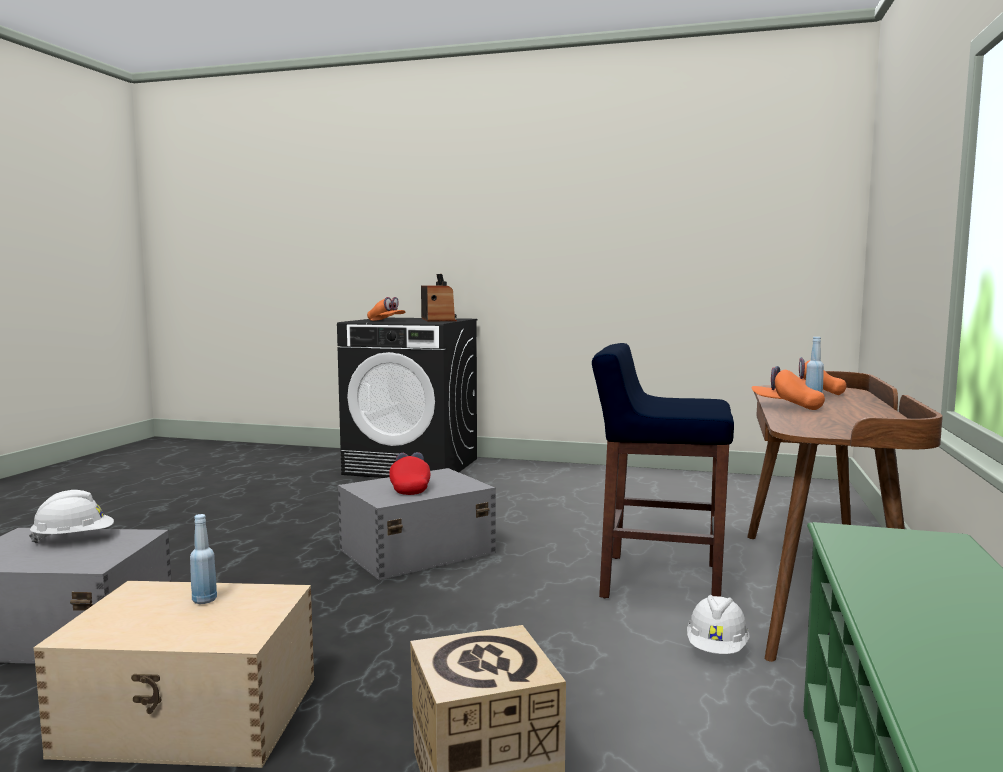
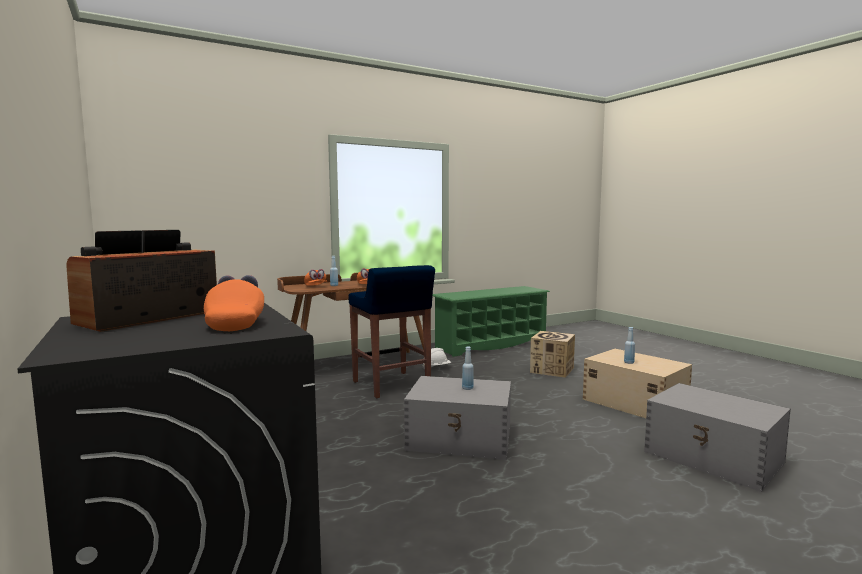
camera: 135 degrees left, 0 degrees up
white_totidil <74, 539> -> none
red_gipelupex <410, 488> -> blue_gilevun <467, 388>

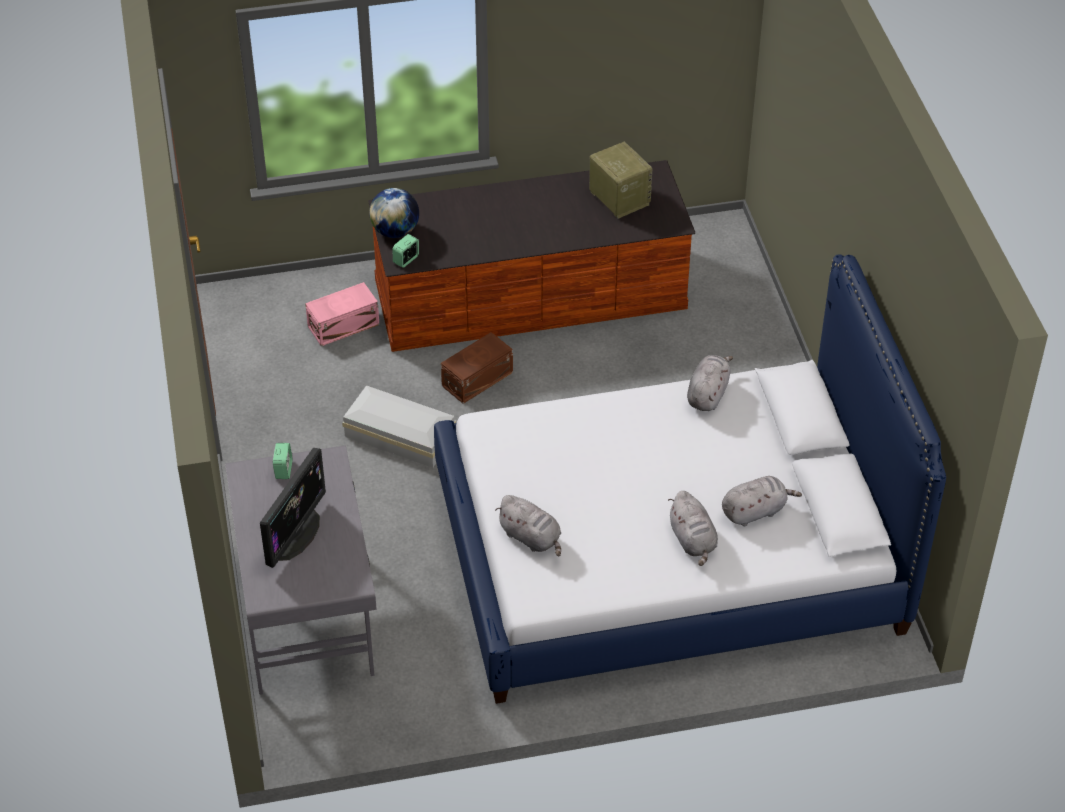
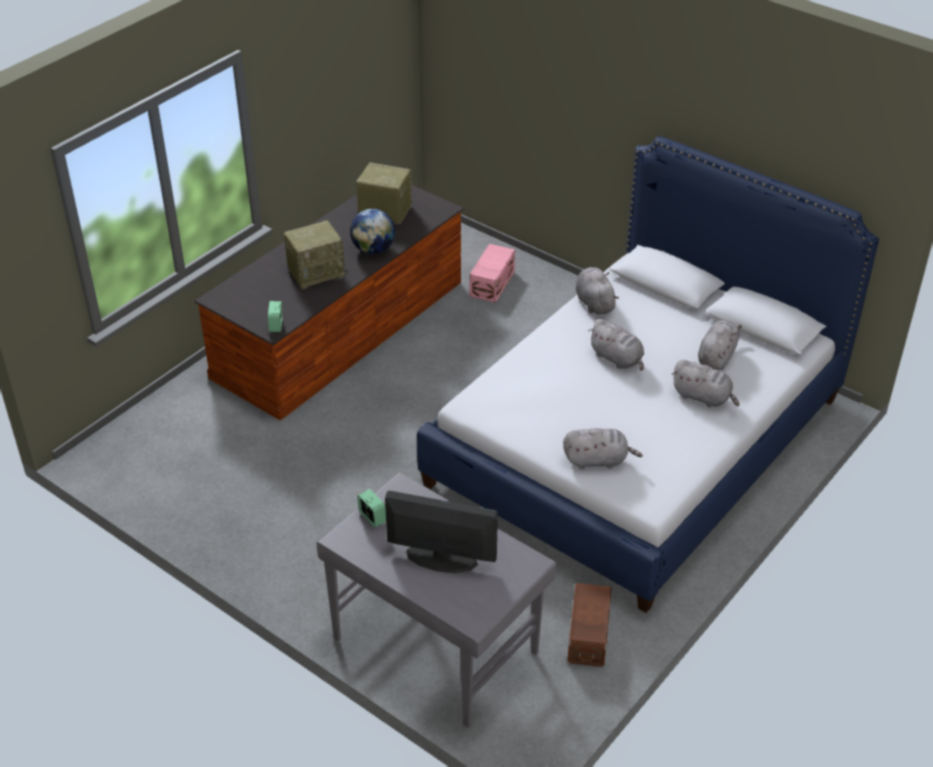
camera: 40 degrees left, 5 degrees down
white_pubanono <399, 434> -> none
none -> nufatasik <317, 272>
none -> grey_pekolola <617, 359>
pink_pubanono <342, 325> -> pink_pubanono <491, 284>, relocated
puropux <395, 231> -> puropux <373, 249>, relocated
brown_pubanono <476, 379> -> brown_pubanono <587, 636>, relocated
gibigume <296, 534> -> gibigume <441, 558>, 60 degrees counterclockwise

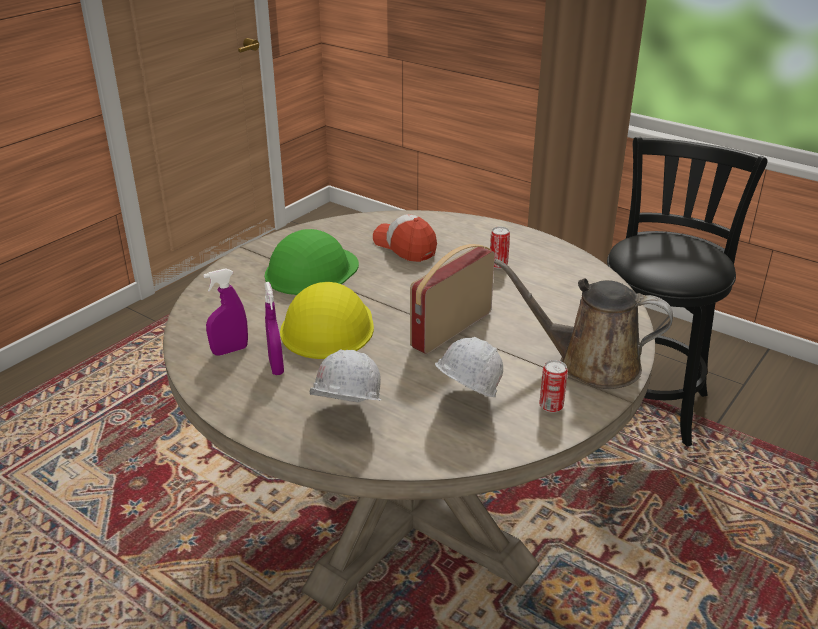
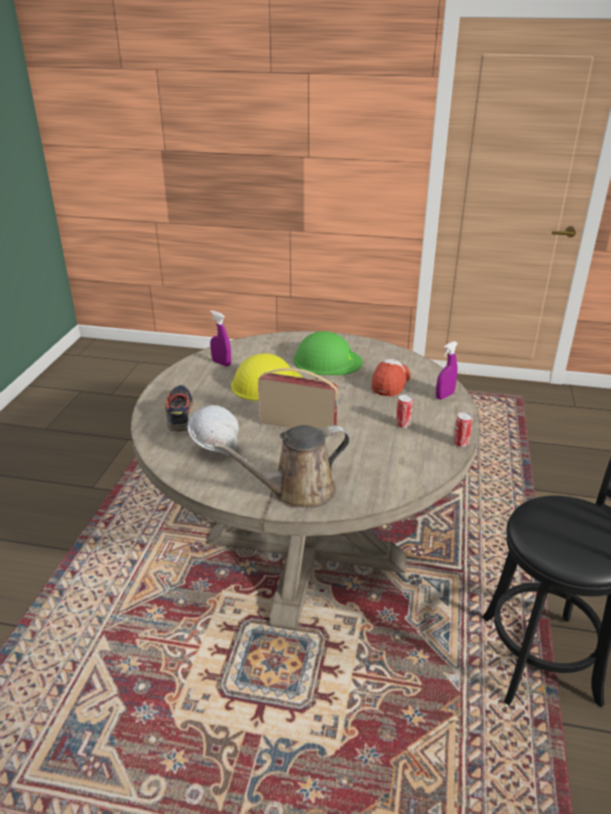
camera: 65 degrees right, 0 degrees up
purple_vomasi <276, 366> -> purple_vomasi <444, 396>, relocated
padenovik <551, 406> -> padenovik <460, 443>, relocated
white_totidil <344, 419> -> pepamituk <179, 414>
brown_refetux <590, 364> -> brown_refetux <297, 491>, 105 degrees counterclockwise

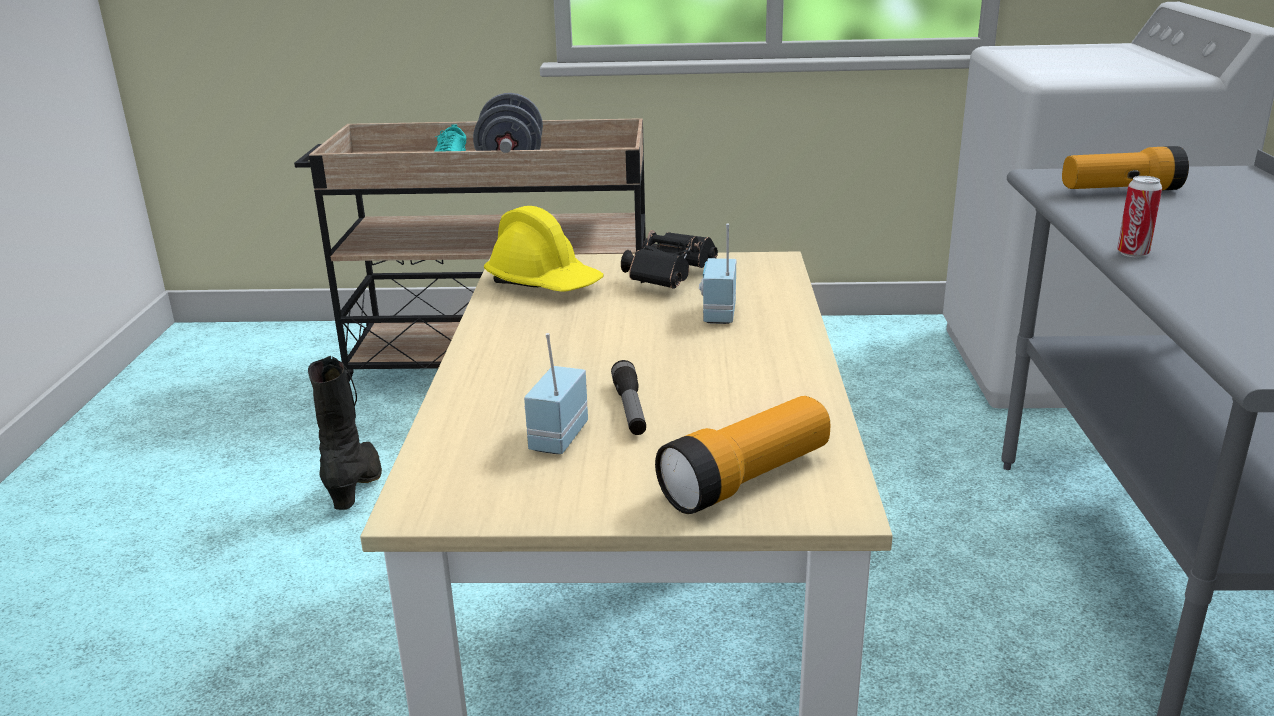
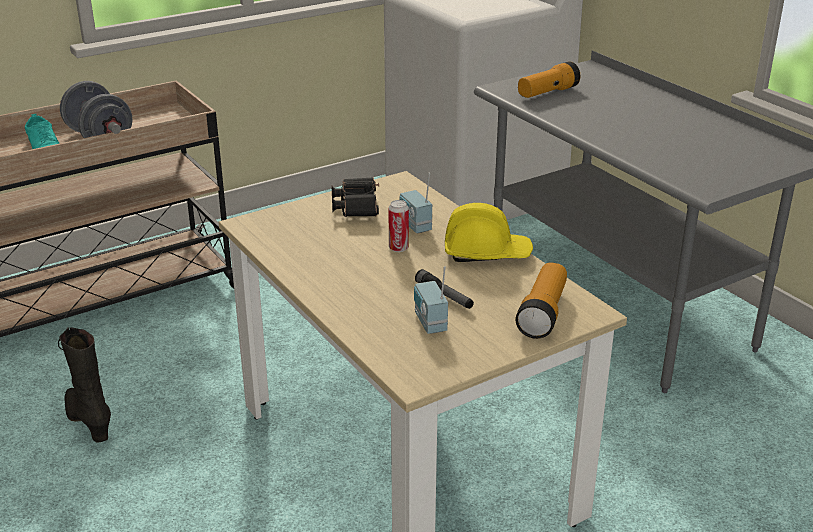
camera: 35 degrees left, 5 degrees up
yellow_totidil <544, 283> -> yellow_totidil <486, 253>, relocated
padenovik <1132, 253> -> padenovik <398, 248>, relocated

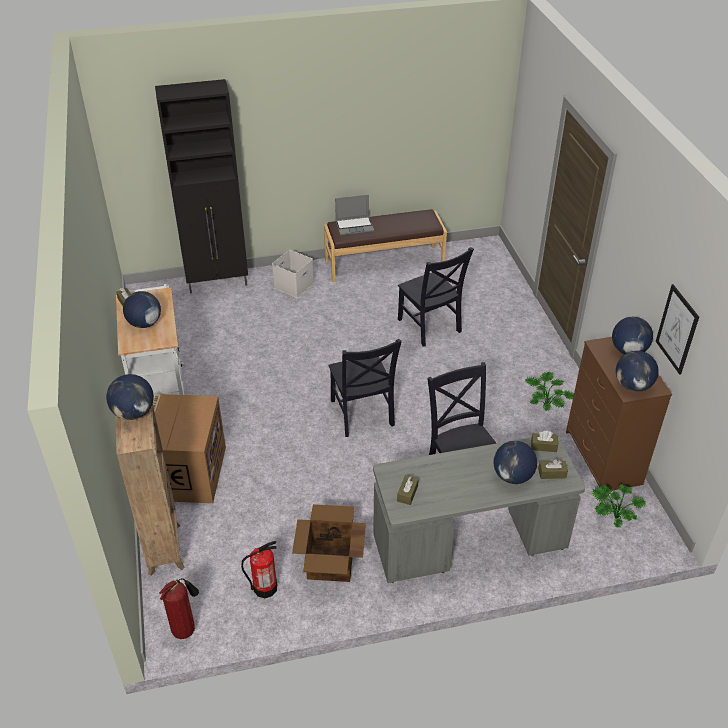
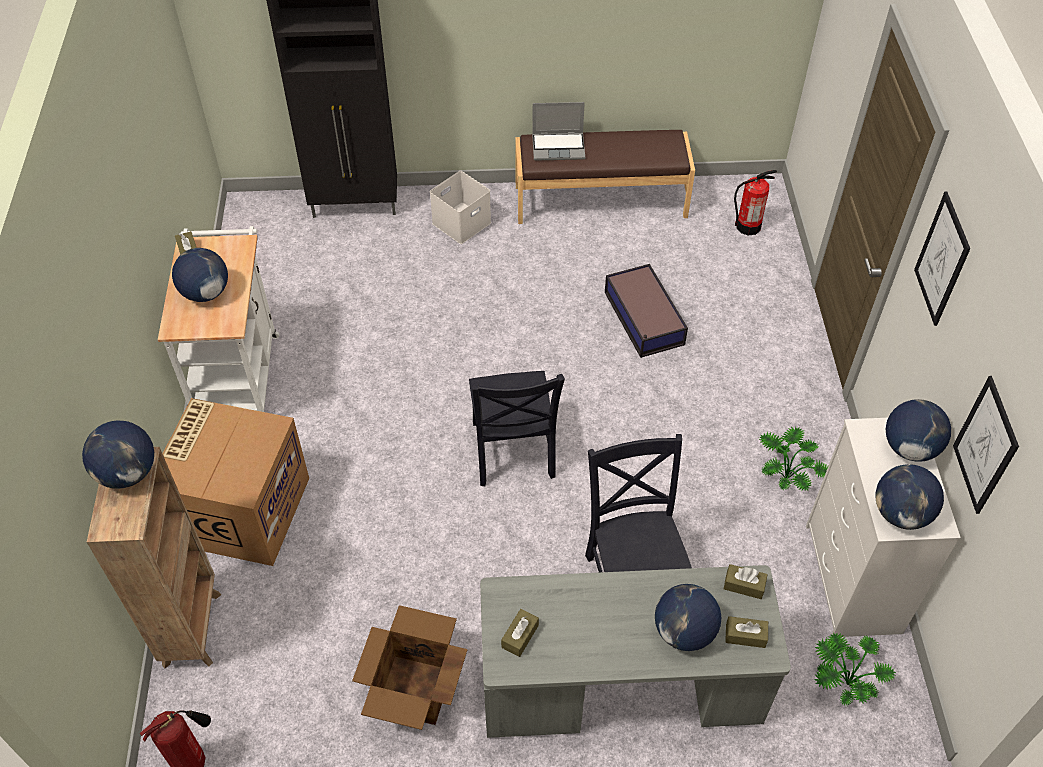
camera: 10 degrees right, 10 degrees up
none -> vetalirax <942, 259>
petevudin <265, 587> -> petevudin <747, 226>, relocated
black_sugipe <430, 327> -> pubanono <644, 319>
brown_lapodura <603, 458> -> white_lapodura <853, 579>

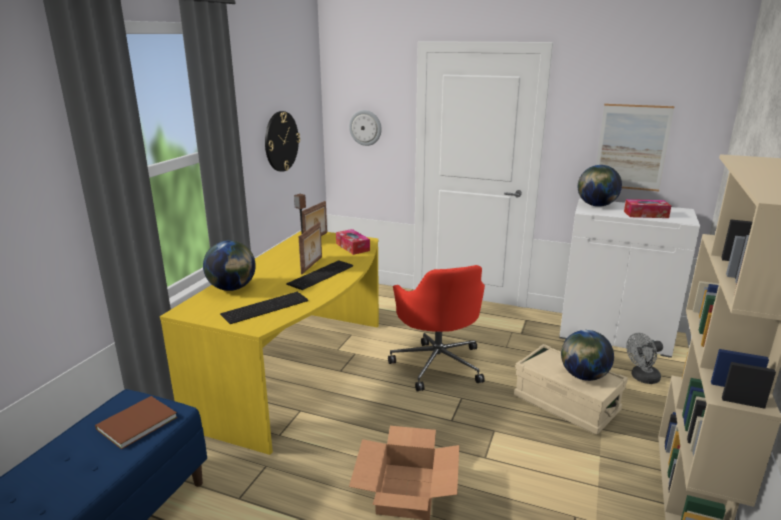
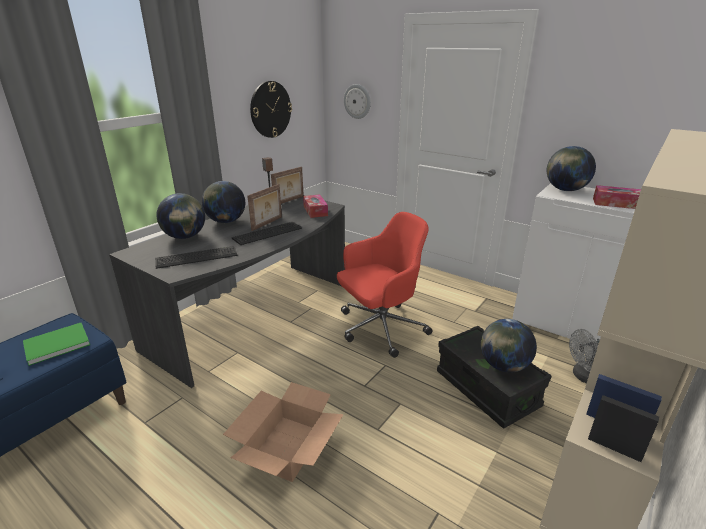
camera: 15 degrees right, 5 degrees up
vetalirax <631, 147> -> none
none -> puropux <226, 221>
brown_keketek <134, 423> -> green_keketek <55, 344>
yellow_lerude <300, 371> -> grey_lerude <257, 316>
beige_pubanono <566, 404> -> black_pubanono <486, 389>
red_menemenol <438, 364> -> red_menemenol <380, 328>, 120 degrees counterclockwise

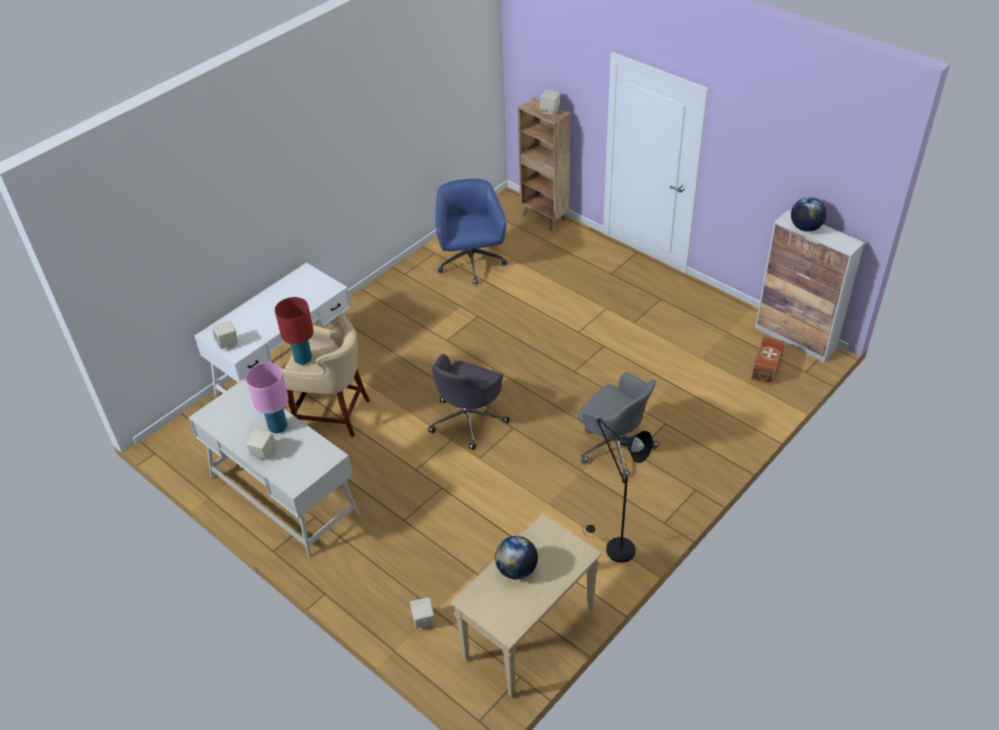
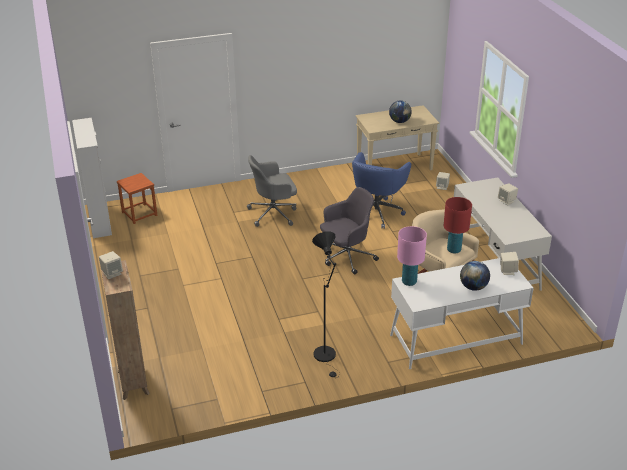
camera: 150 degrees left, 10 degrees down
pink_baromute <278, 427> -> pink_baromute <409, 282>, relocated
blue_menemenol <471, 264> -> blue_menemenol <376, 212>, relocated
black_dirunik <615, 547> -> black_dirunik <326, 357>, relocated
puropux <805, 228> -> puropux <473, 287>, relocated
brown_pubanono <767, 367> -> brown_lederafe <139, 214>
grey_menemenol <614, 445> -> grey_menemenol <274, 213>, 90 degrees counterclockwise

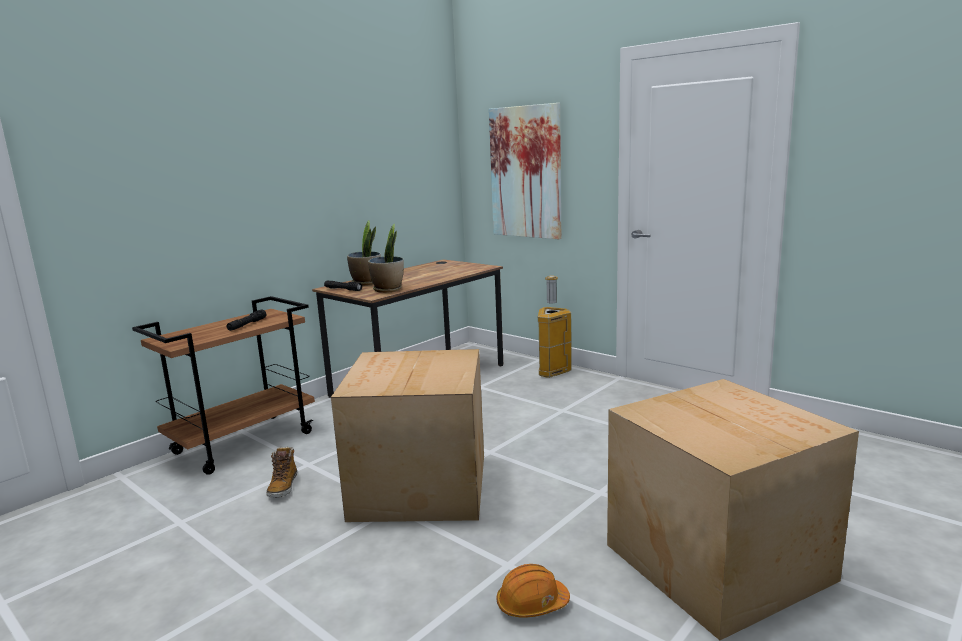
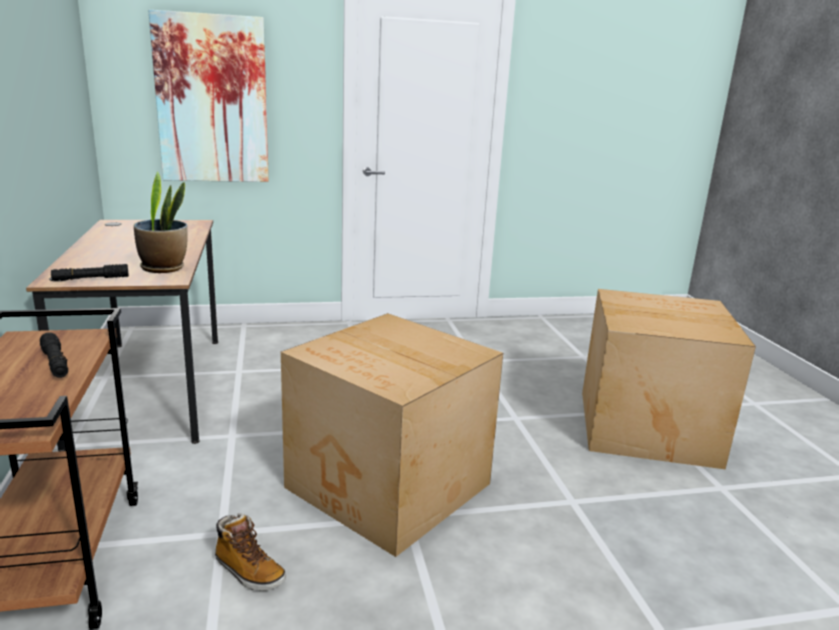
camera: 55 degrees left, 5 degrees up
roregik <366, 283> -> none
orange_totidil <532, 604> -> none
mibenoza <552, 372> -> none

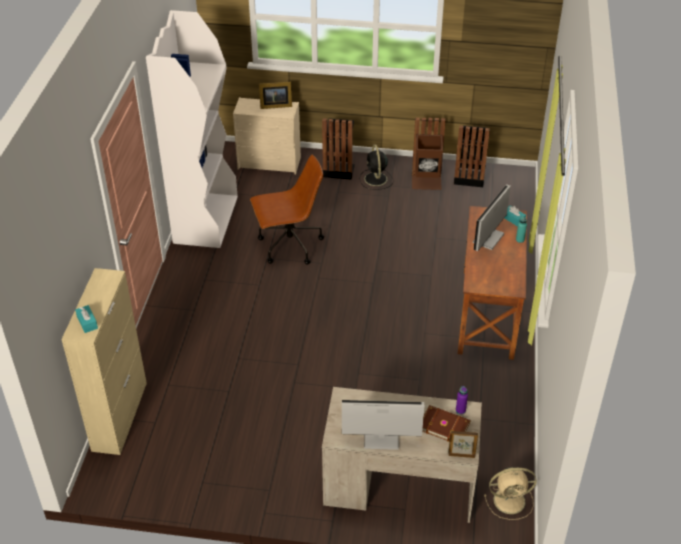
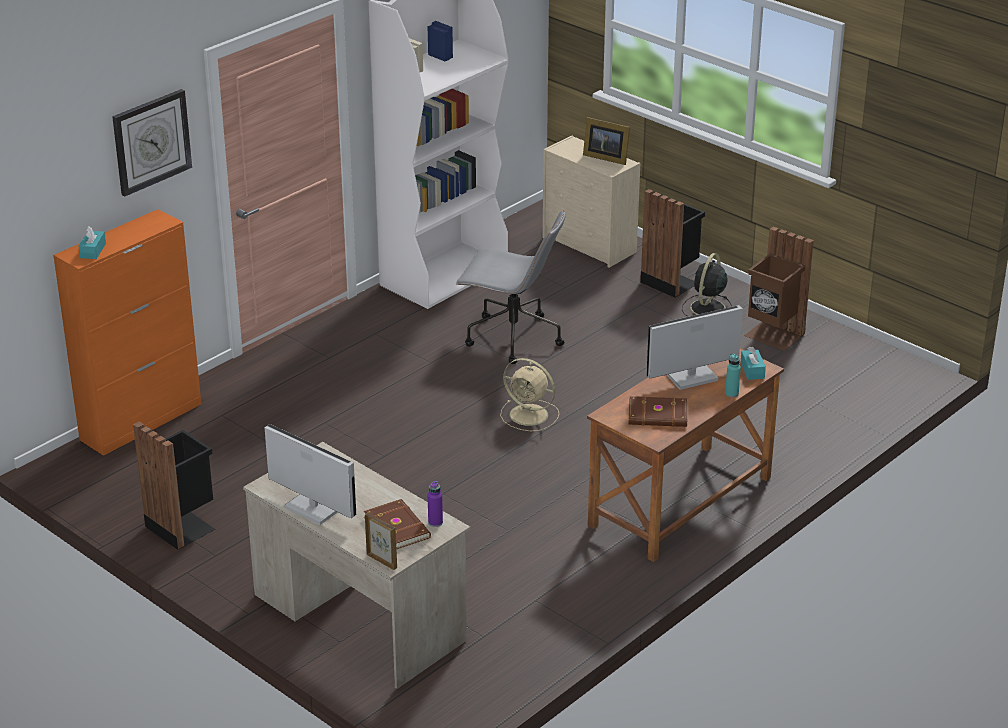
camera: 35 degrees right, 10 degrees down
none -> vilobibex <151, 141>
none -> brown_keketek <658, 415>
black_mibenoza <469, 177> -> black_mibenoza <182, 526>, relocated
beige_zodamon <510, 500> -> beige_zodamon <530, 415>, relocated
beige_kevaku <120, 416> -> orange_kevaku <142, 421>
brown_menemenol <289, 246> -> grey_menemenol <512, 338>

